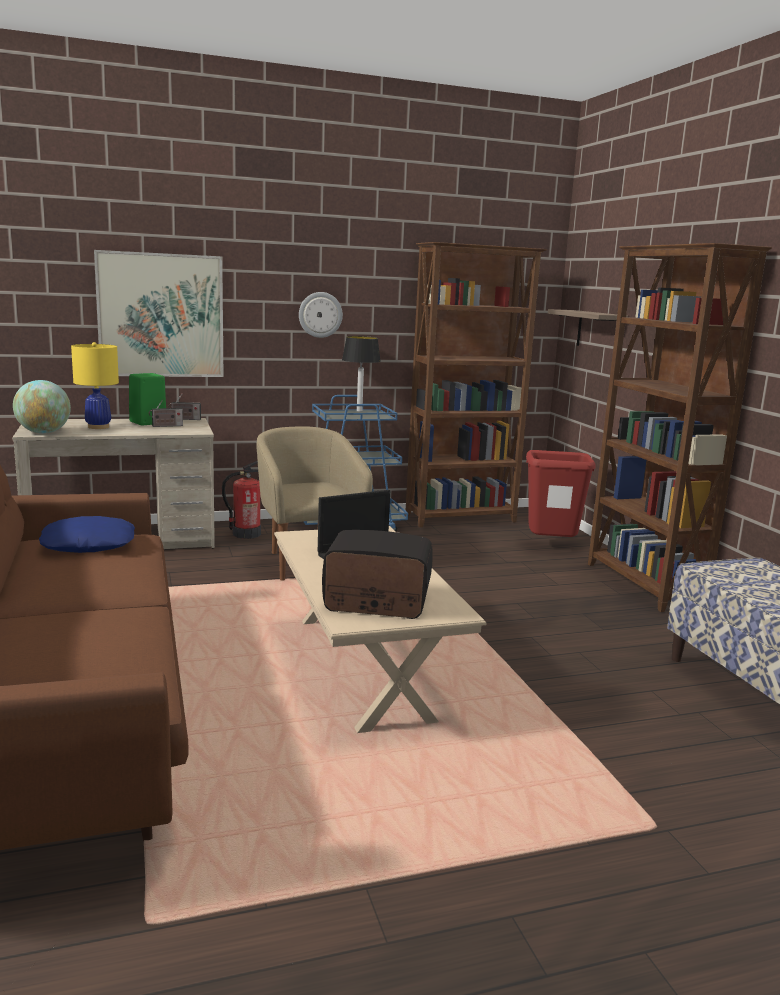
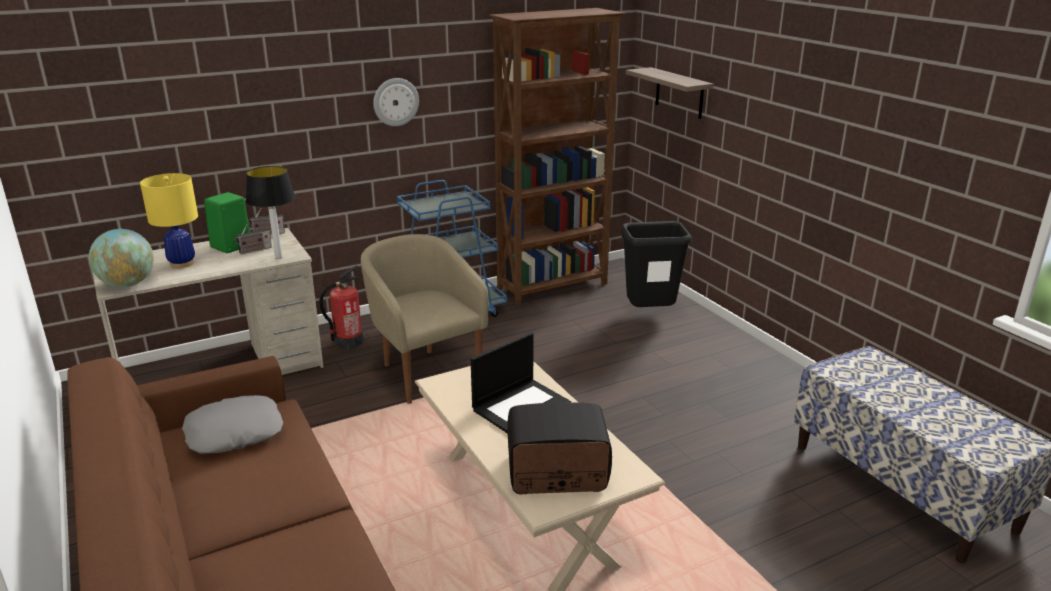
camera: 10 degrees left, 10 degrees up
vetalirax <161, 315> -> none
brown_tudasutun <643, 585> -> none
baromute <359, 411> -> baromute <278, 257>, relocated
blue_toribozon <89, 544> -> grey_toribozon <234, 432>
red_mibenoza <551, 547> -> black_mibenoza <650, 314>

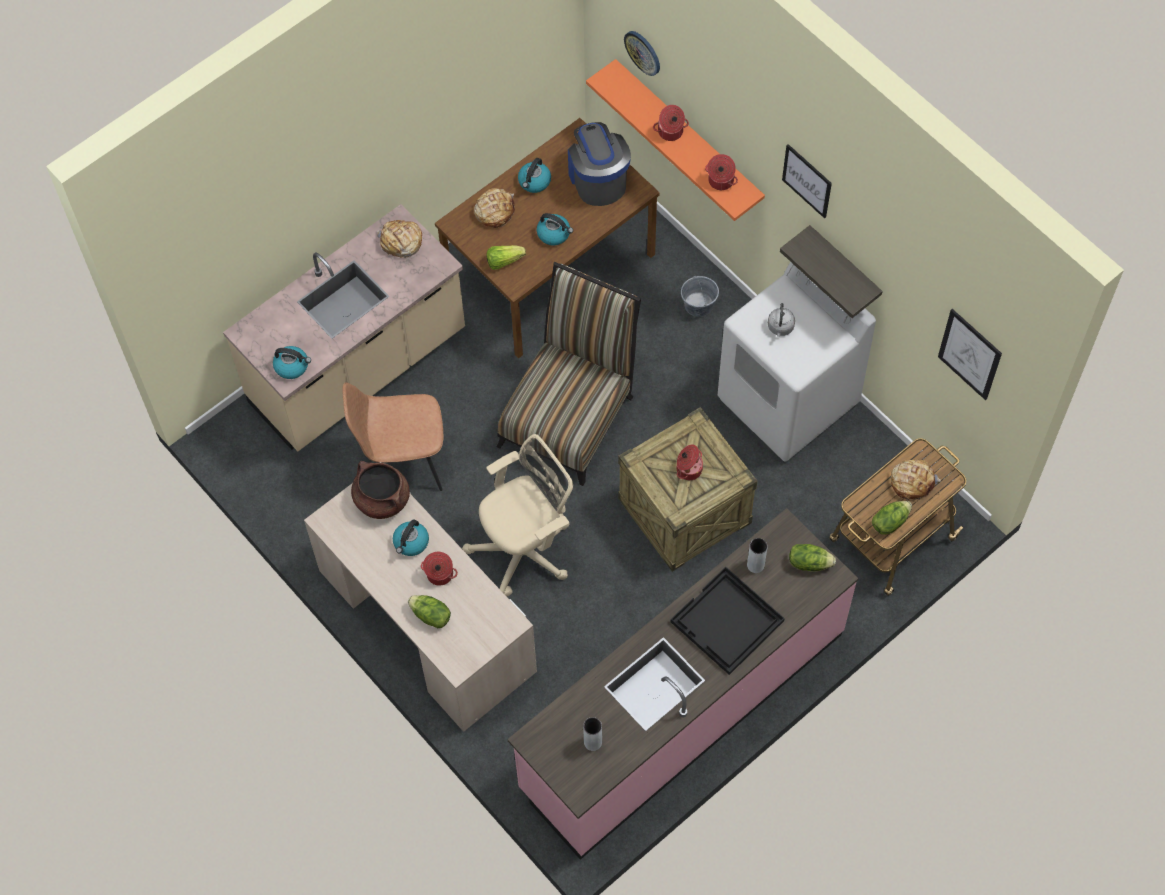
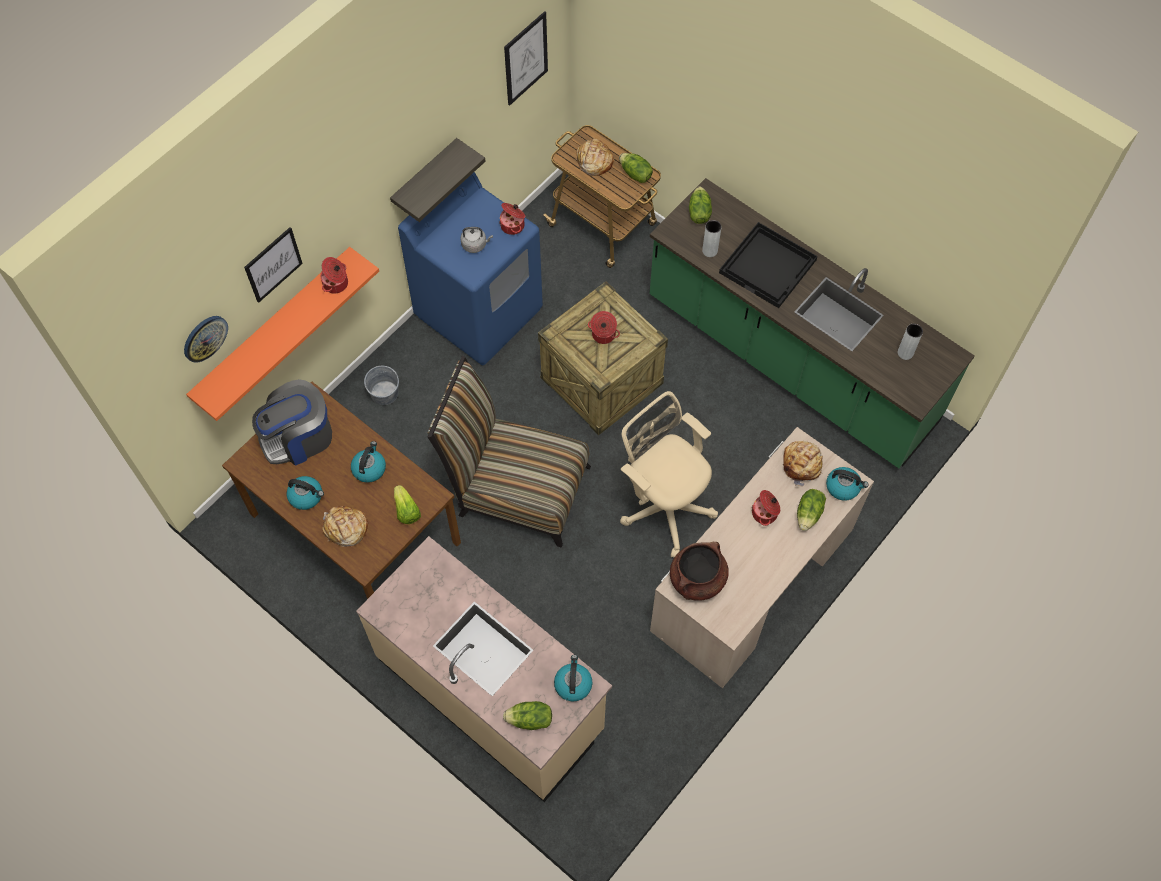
camera: 100 degrees left, 0 degrees up
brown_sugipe <403, 461> -> none
none -> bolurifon <530, 720>
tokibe <401, 242> -> tokibe <802, 465>, relocated
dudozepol <411, 543> -> dudozepol <843, 487>, relocated
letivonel <670, 132> -> letivonel <513, 225>, relocated
vetalirax <807, 180> -> vetalirax <273, 264>, relocated
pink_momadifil <681, 710> -> green_momadifil <790, 361>
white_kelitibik <788, 401> -> blue_kelitibik <479, 312>

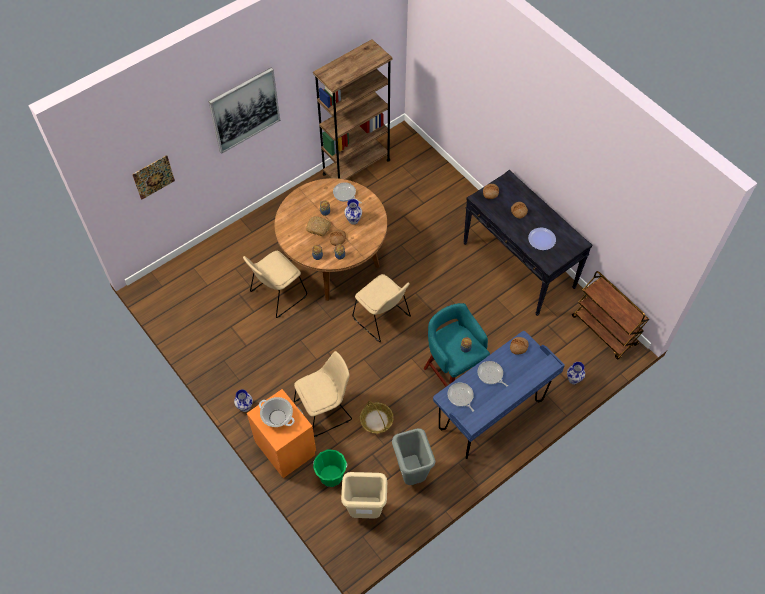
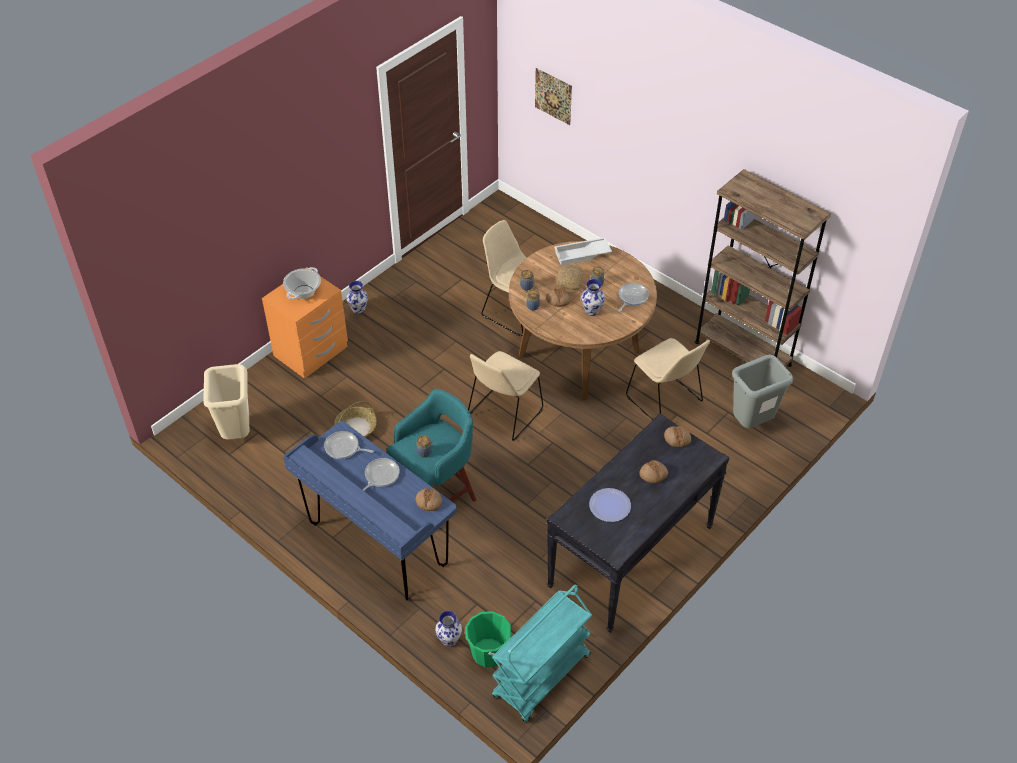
camera: 80 degrees right, 10 degrees down
vetalirax <245, 110> -> none
none -> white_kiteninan <582, 255>
beige_sugipe <325, 409> -> beige_sugipe <665, 401>, relocated
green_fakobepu <331, 476> -> green_fakobepu <488, 653>, relocated
grey_mibenoza <411, 473> -> grey_mibenoza <752, 423>, relocated
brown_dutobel <605, 331> -> turquoise_dutobel <541, 677>
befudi <461, 397> -> befudi <344, 448>, 120 degrees counterclockwise

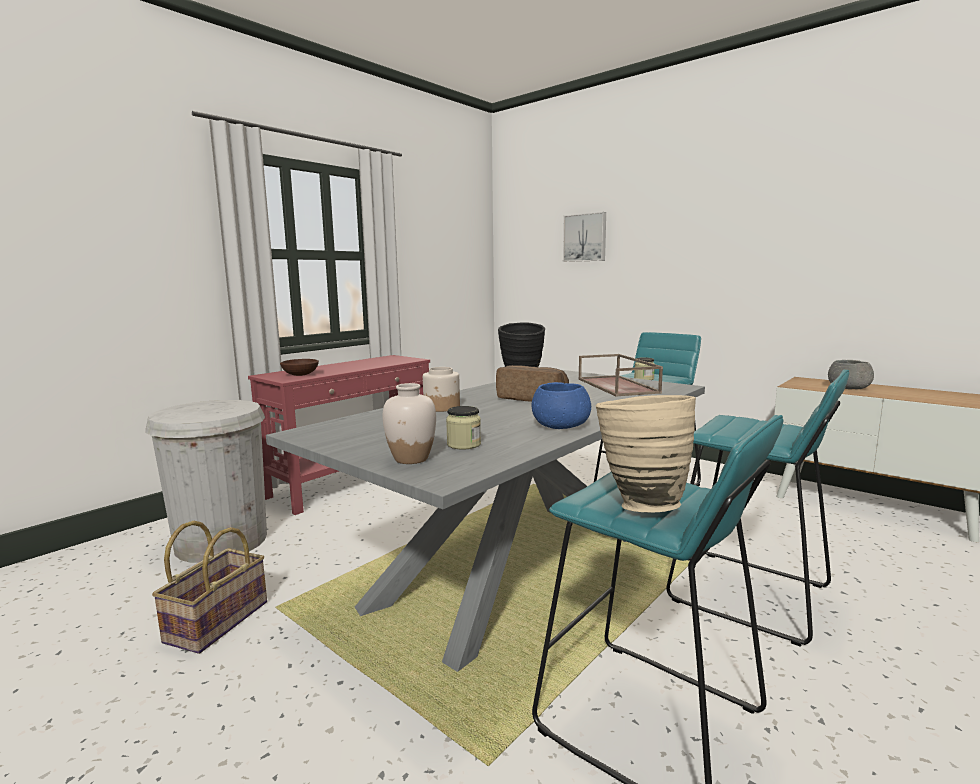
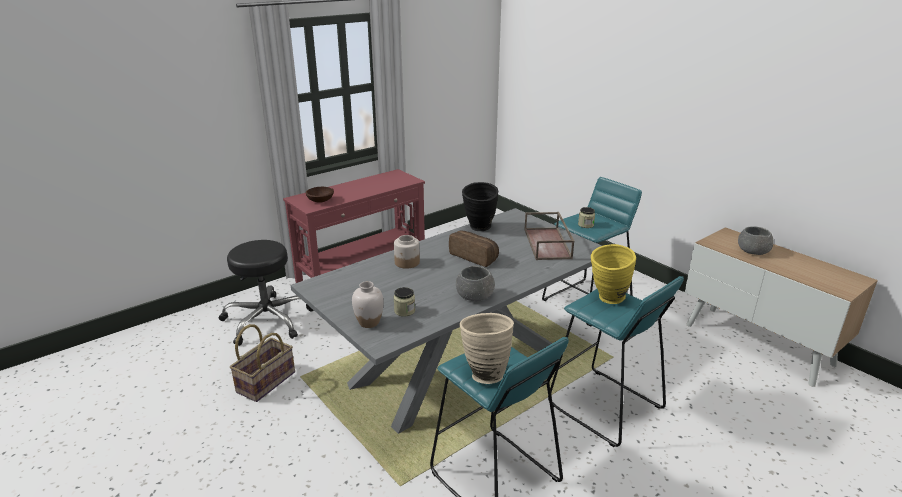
camera: 10 degrees right, 15 degrees up
vetalirax <585, 237> -> none
none -> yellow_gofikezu <607, 300>
white_mibenoza <221, 541> -> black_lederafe <268, 320>
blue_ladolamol <561, 425> -> grey_ladolamol <475, 296>

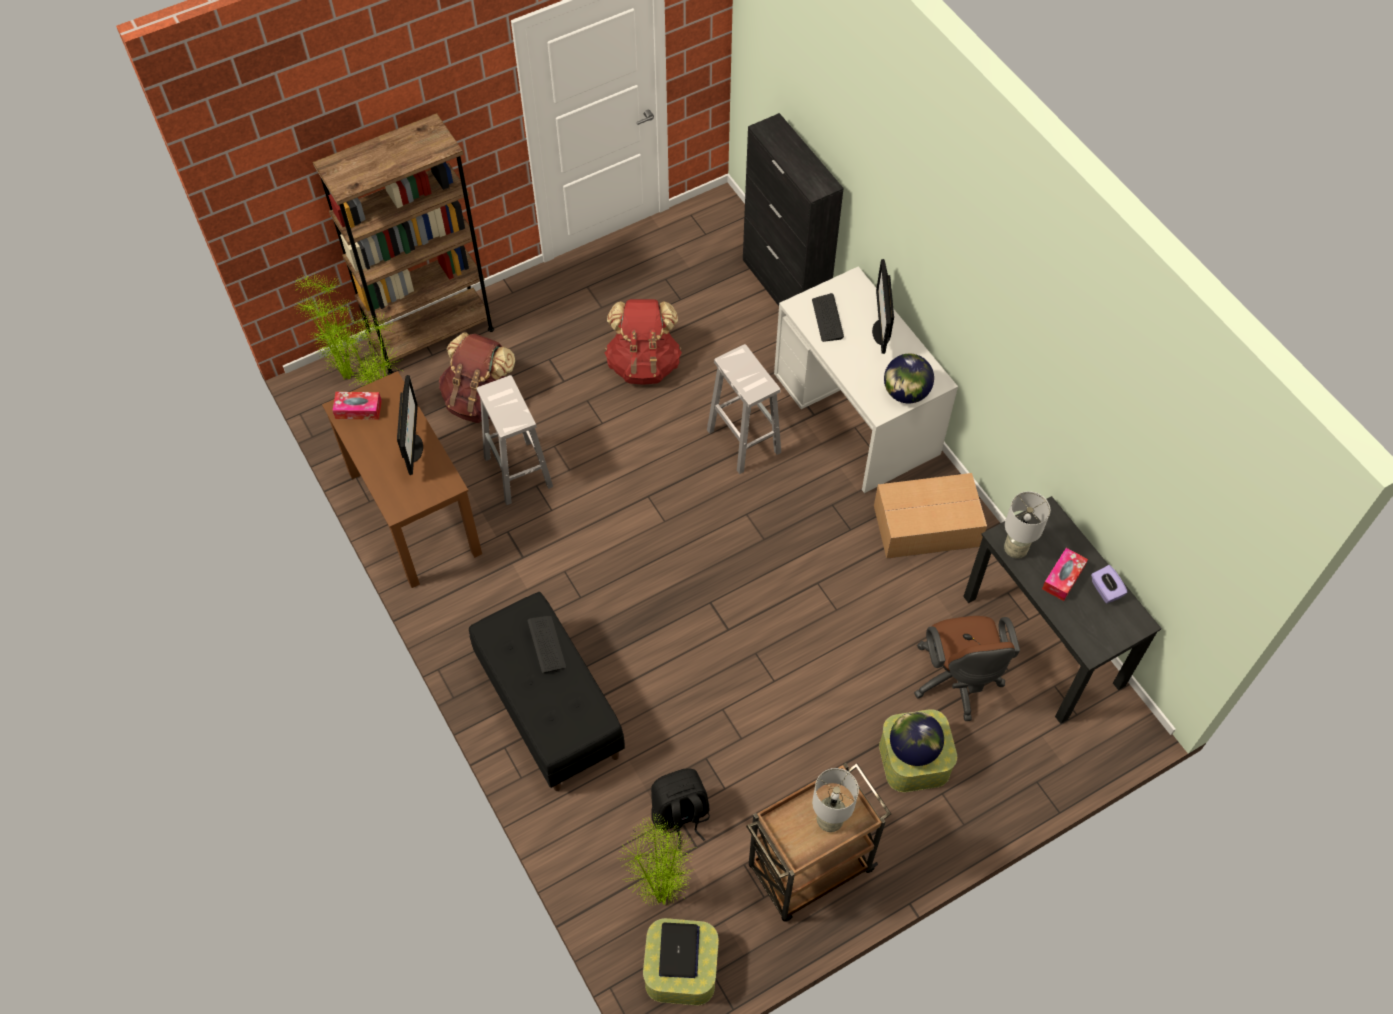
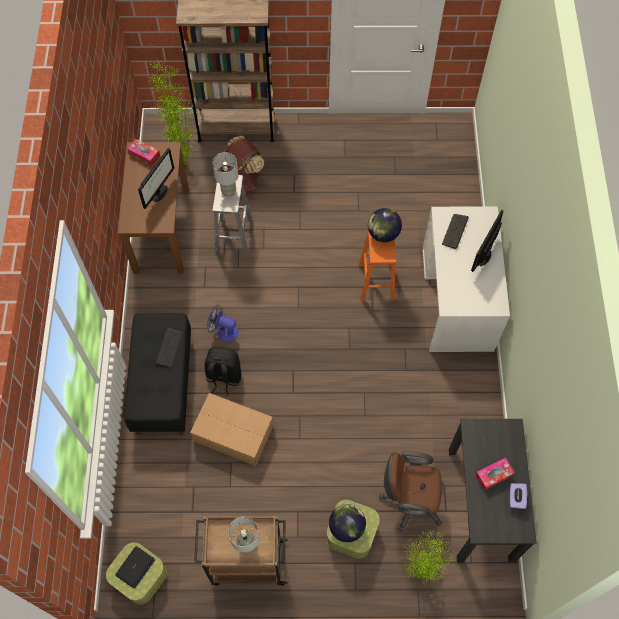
camera: 30 degrees right, 5 degrees up
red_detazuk <644, 364> -> none
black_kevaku <784, 289> -> none
none -> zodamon <223, 331>
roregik <661, 895> -> roregik <418, 572>, relocated
black_detazuk <680, 817> -> black_detazuk <223, 377>, relocated
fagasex <924, 525> -> fagasex <232, 433>, relocated
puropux <905, 393> -> puropux <383, 234>, relocated
grey_baromute <1015, 549> -> grey_baromute <229, 191>, relocated
white_lederafe <742, 440> -> orange_lederafe <376, 281>
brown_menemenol <957, 682> -> brown_menemenol <409, 500>, 75 degrees clockwise

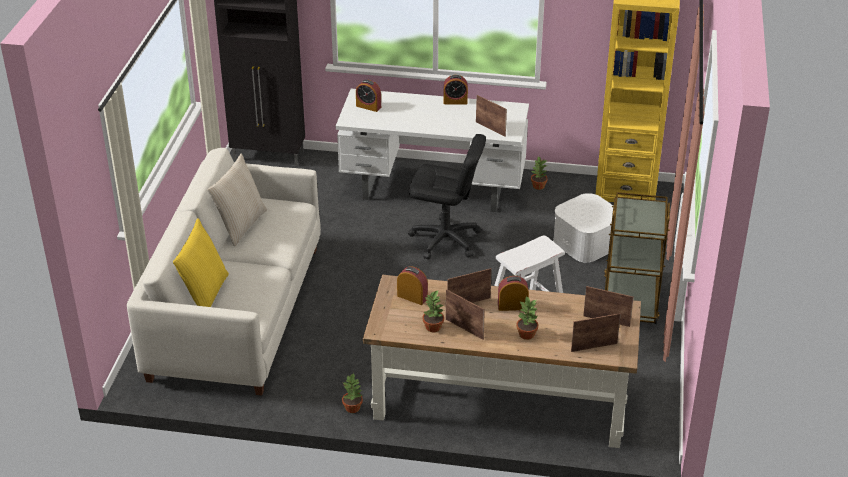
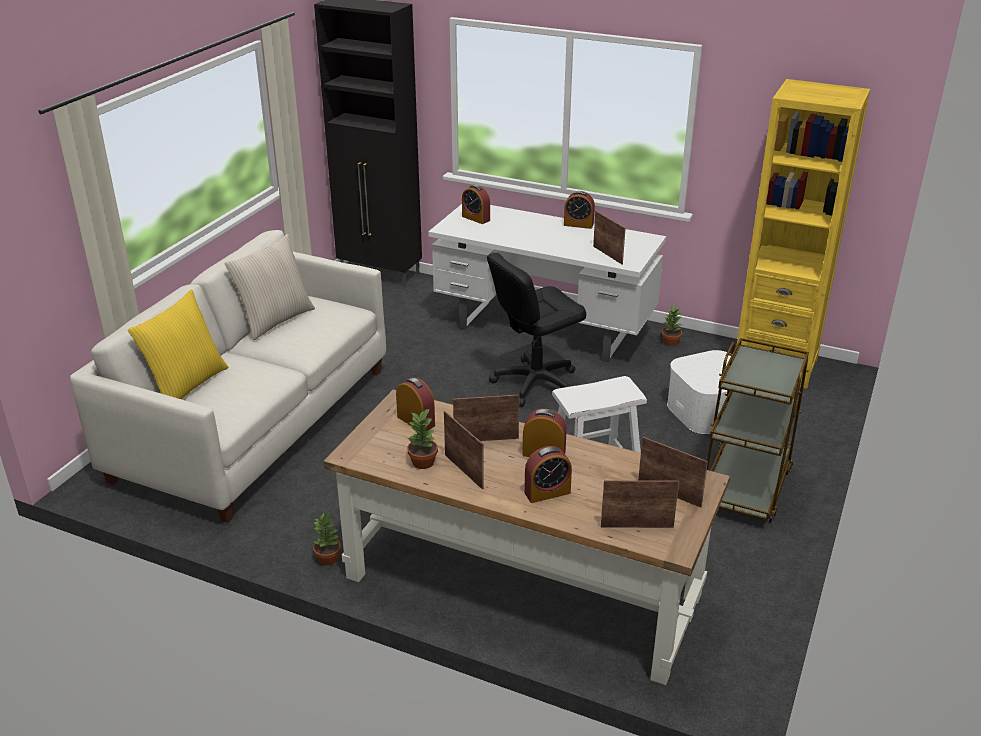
camera: 15 degrees right, 5 degrees down
roregik <527, 334> -> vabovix <547, 492>
black_menemenol <445, 240> -> black_menemenol <535, 383>, 120 degrees clockwise

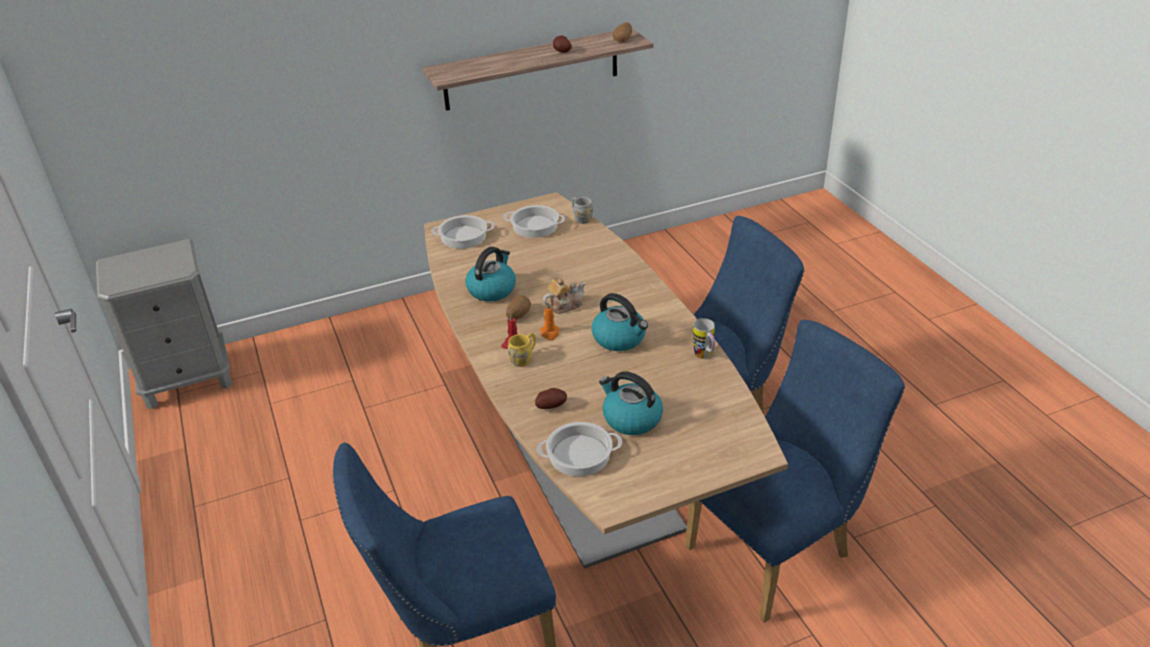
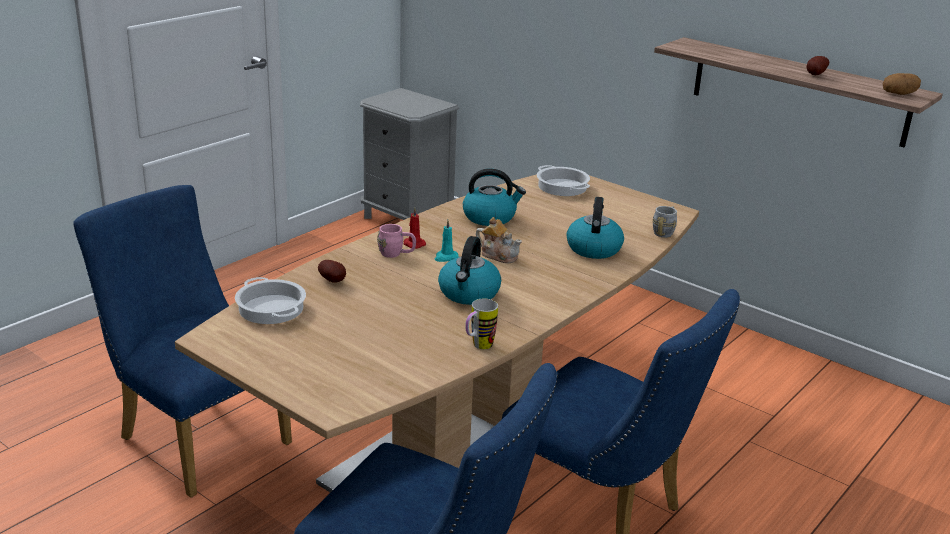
camera: 60 degrees right, 10 degrees down
letivonel <535, 226> -> none
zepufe <518, 315> -> none
dudozepol <631, 418> -> dudozepol <593, 248>, relocated
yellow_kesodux <524, 358> -> pink_kesodux <396, 254>
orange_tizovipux <550, 333> -> turquoise_tizovipux <445, 257>

